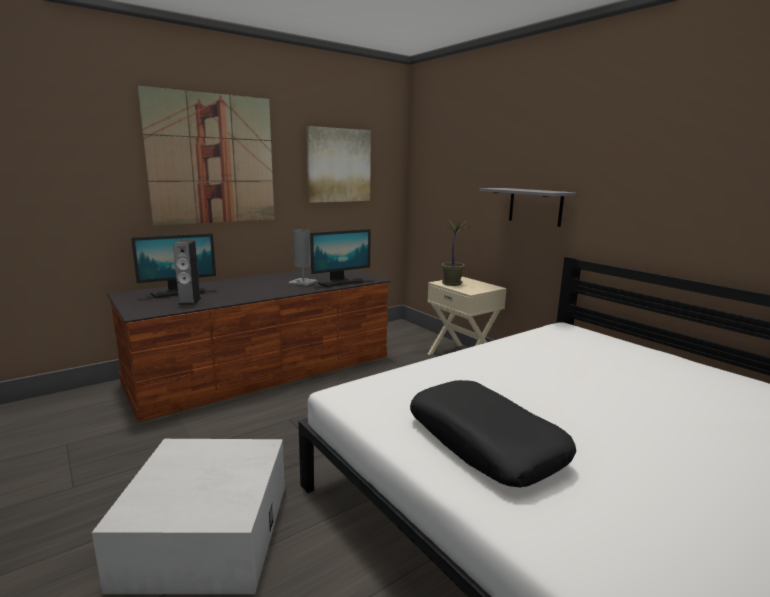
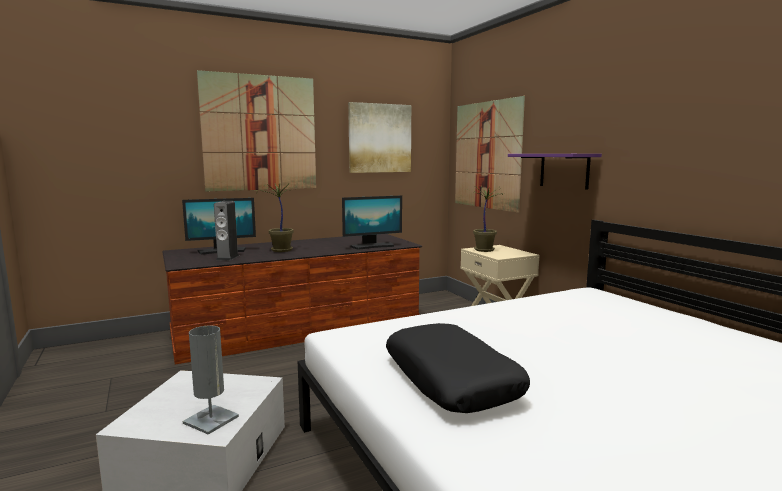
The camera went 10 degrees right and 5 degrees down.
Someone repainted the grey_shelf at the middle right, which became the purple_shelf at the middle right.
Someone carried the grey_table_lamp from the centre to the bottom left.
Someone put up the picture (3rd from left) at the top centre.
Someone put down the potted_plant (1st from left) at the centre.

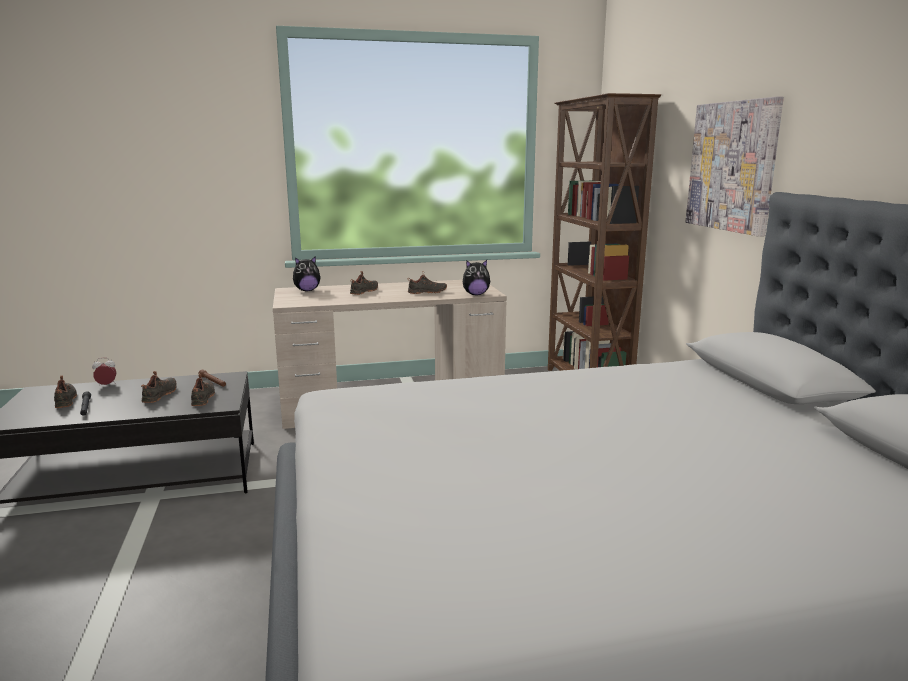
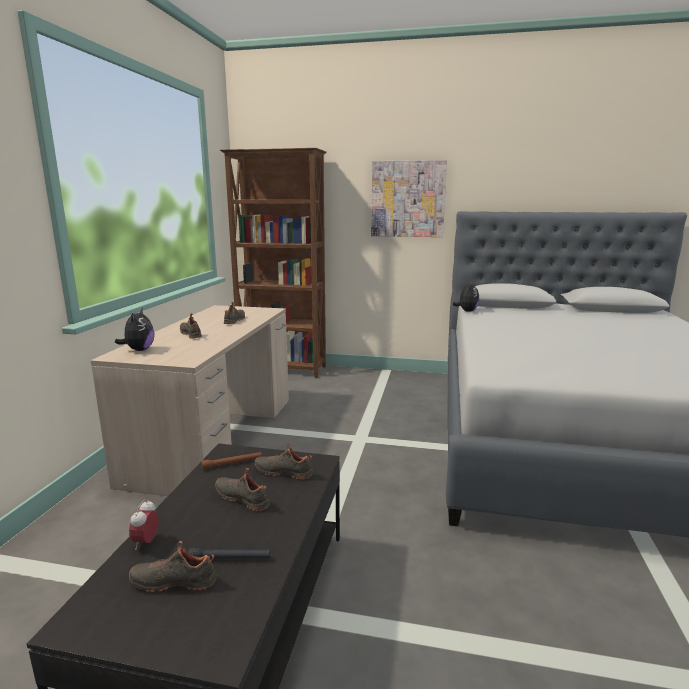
The camera went 65 degrees left and 0 degrees up.
Someone carried the plush_toy (2nd from left) from the centre to the middle right.

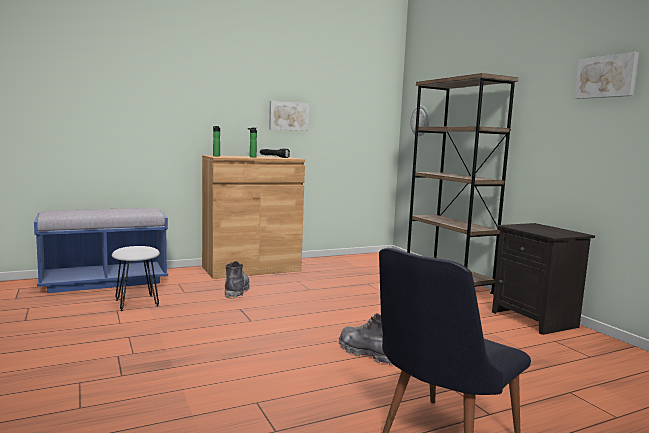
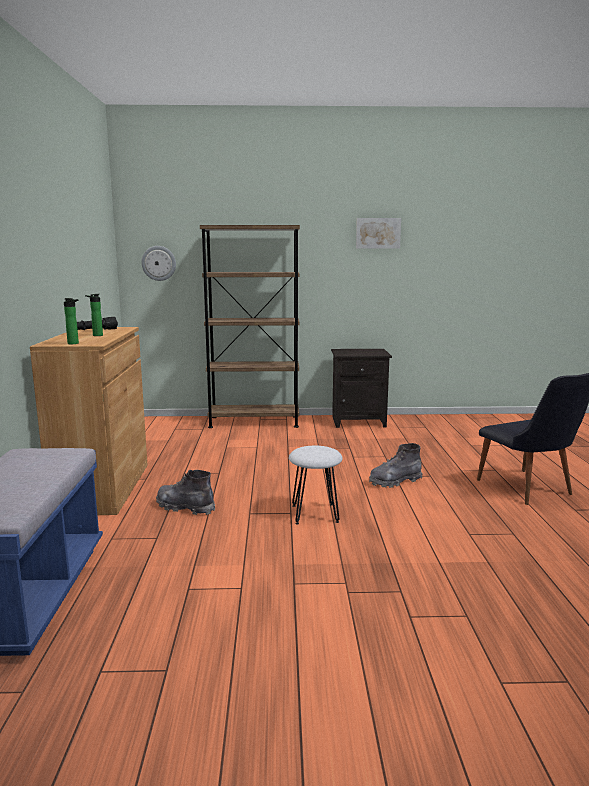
The camera went 65 degrees left and 5 degrees up.
Someone took away the picture (1st from left) at the top centre.
Someone carried the white_stool from the middle left to the centre.

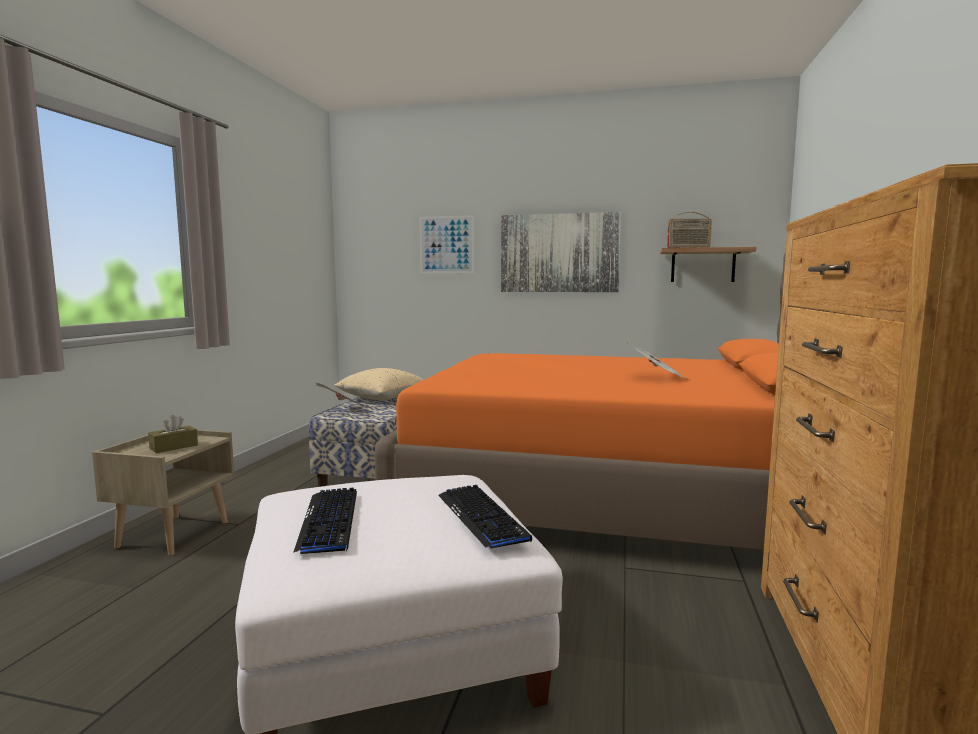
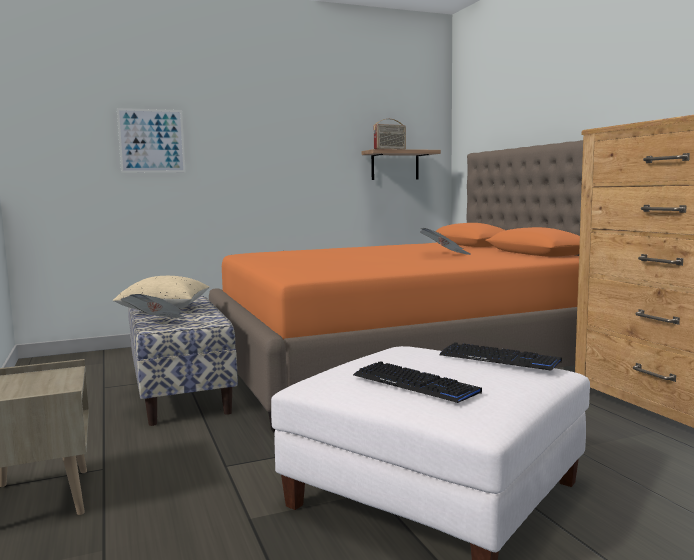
The camera went 35 degrees left and 0 degrees up.
Someone took away the picture (2nd from left) at the centre.
Someone took away the brown_tissue_box at the middle left.

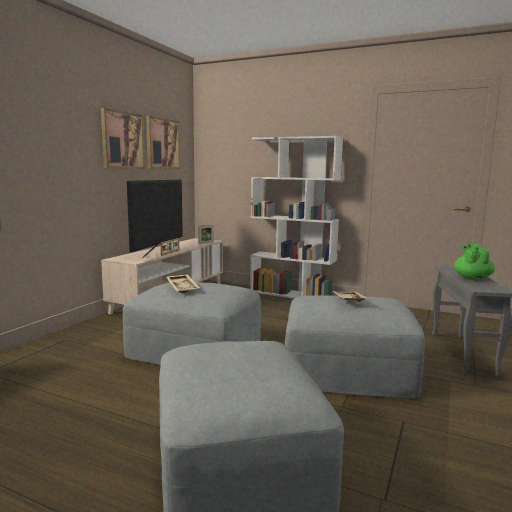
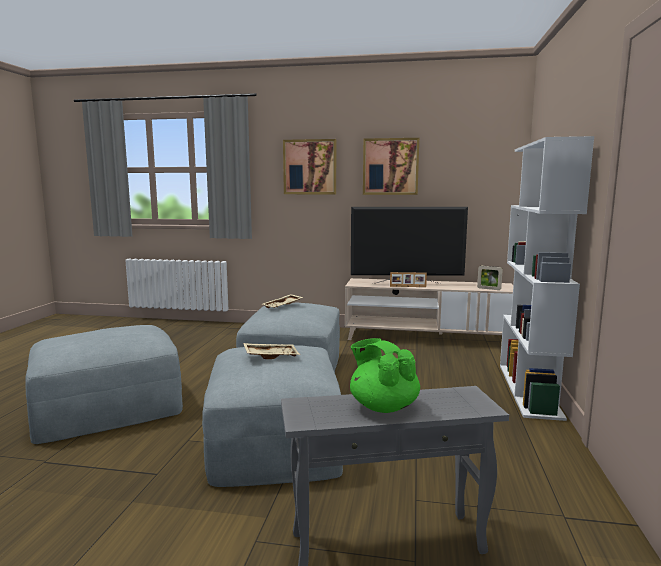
The camera went 75 degrees right and 0 degrees up.
Someone carried the picture (2nd from left in the first image) from the top left to the top centre.
Someone rotated the green_teapot at the middle right by 120 degrees counterclockwise.

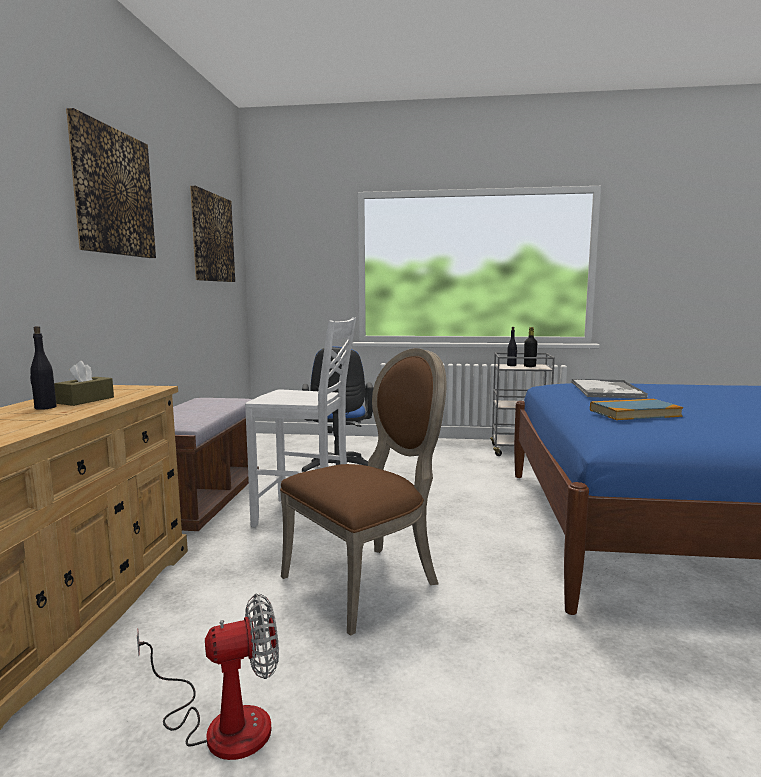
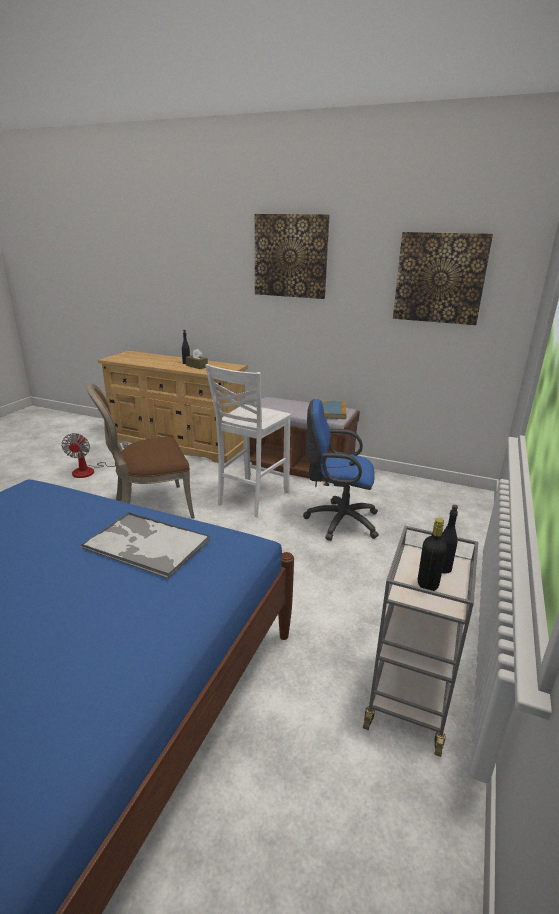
The camera went 105 degrees right and 15 degrees up.
Someone rotated the brown_chair at the centre by 90 degrees clockwise.
Someone carried the book from the middle right to the centre.

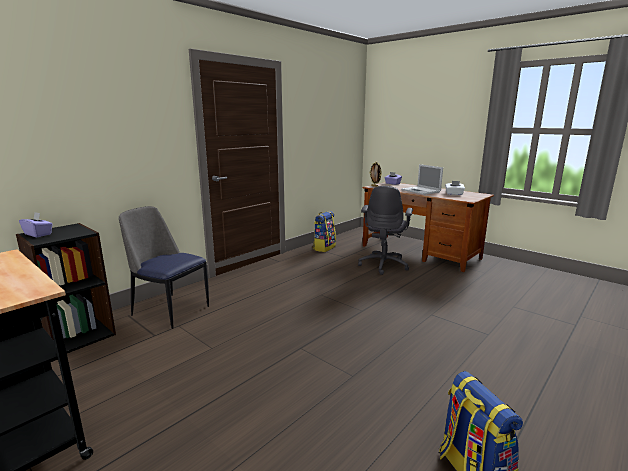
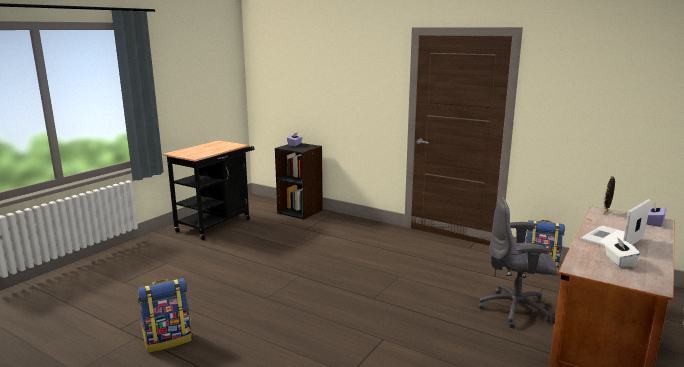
The camera went 80 degrees right and 0 degrees up.
Someone took away the chair at the middle left.

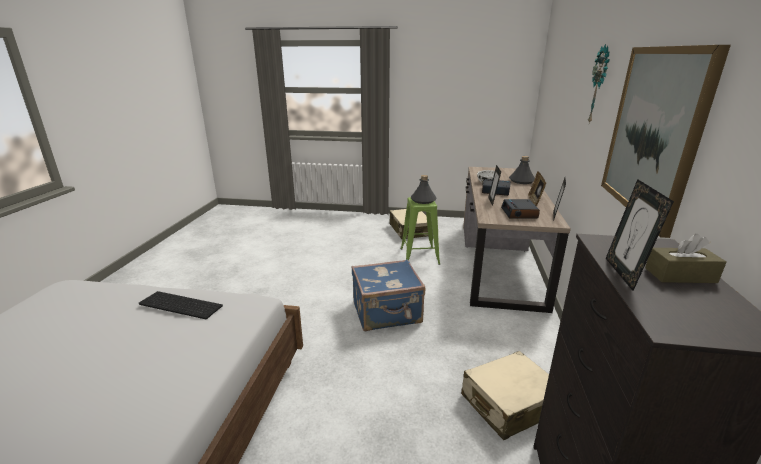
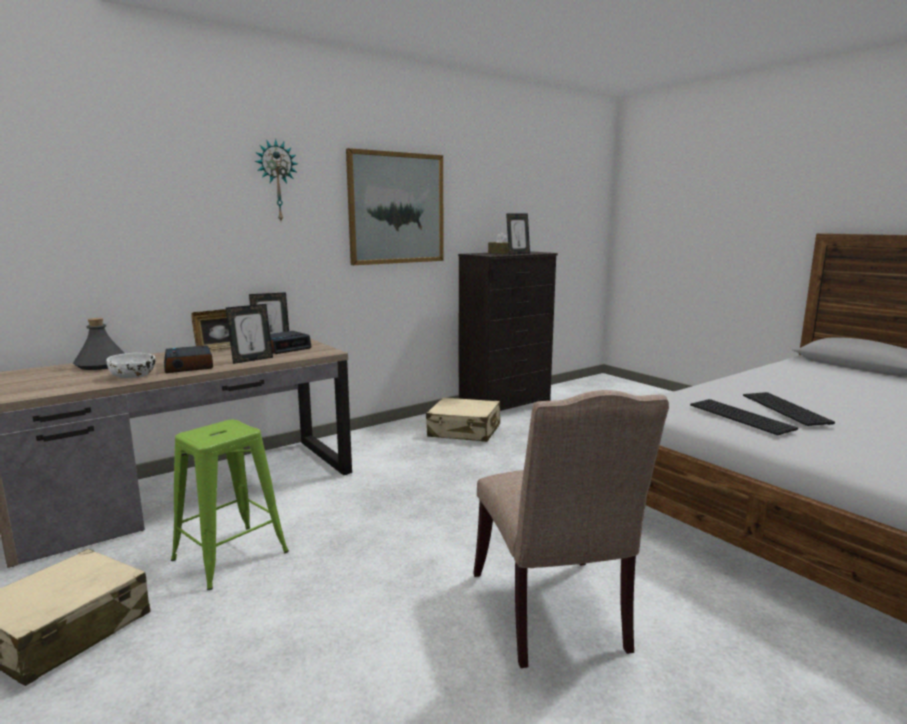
The camera went 135 degrees left and 10 degrees down.
Someone took away the grey_bottle (1st from left) at the centre.
Someone took away the blue_suitcase at the centre.
Someone put down the beige_chair at the bottom centre.
Someone put down the keyboard (2nd from left) at the middle right.

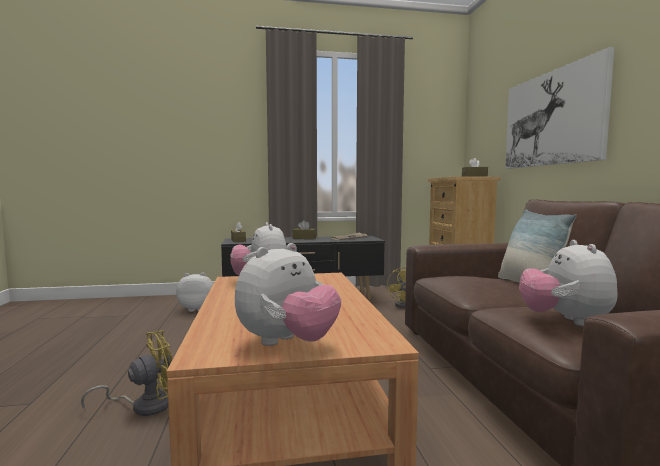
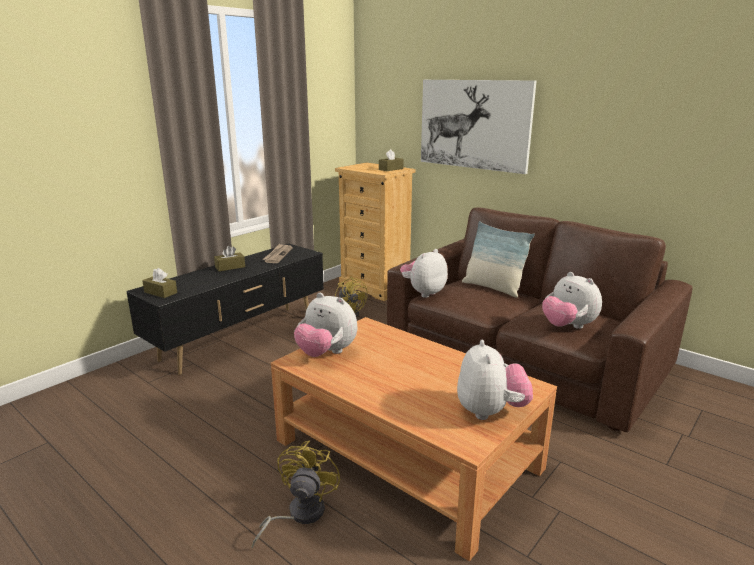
The camera went 40 degrees left and 15 degrees up.
Someone carried the plush_toy (1st from left in the first image) from the middle left to the centre.

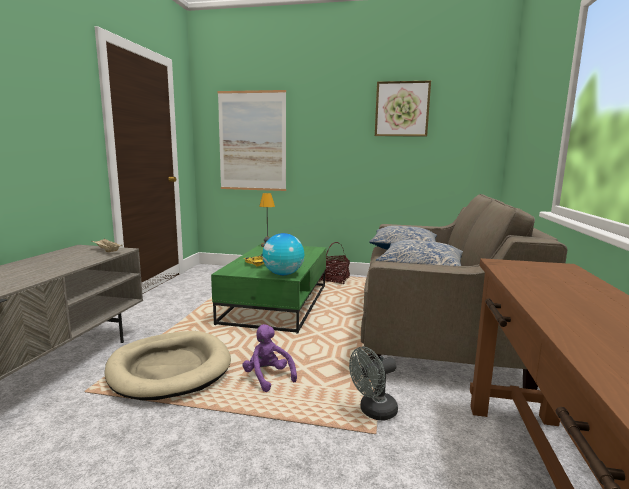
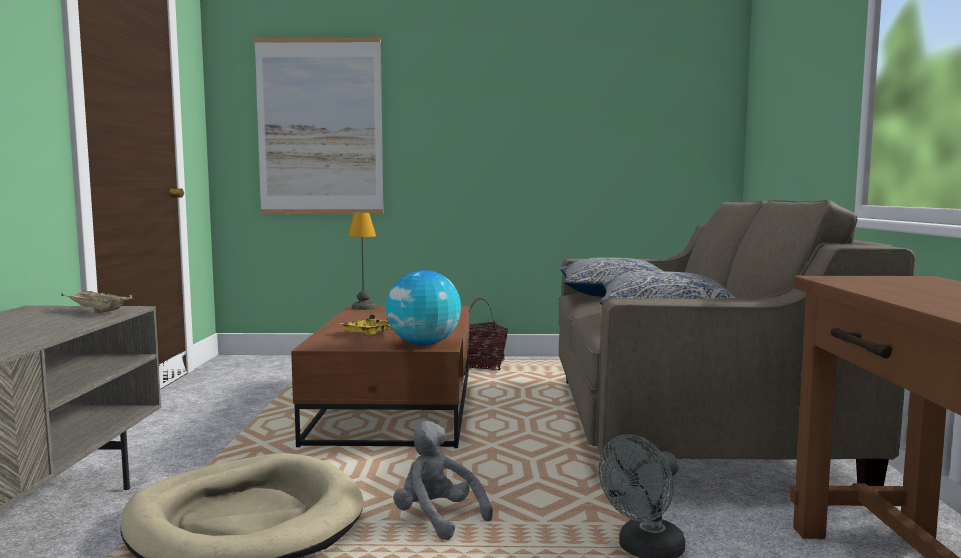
The camera went 10 degrees left and 5 degrees down.
Someone took away the picture (2nd from left) at the top centre.
Someone repainted the green_coffee_table at the centre, which became the brown_coffee_table at the bottom centre.
Someone repainted the purple_plush_toy at the bottom centre, which became the grey_plush_toy at the bottom centre.

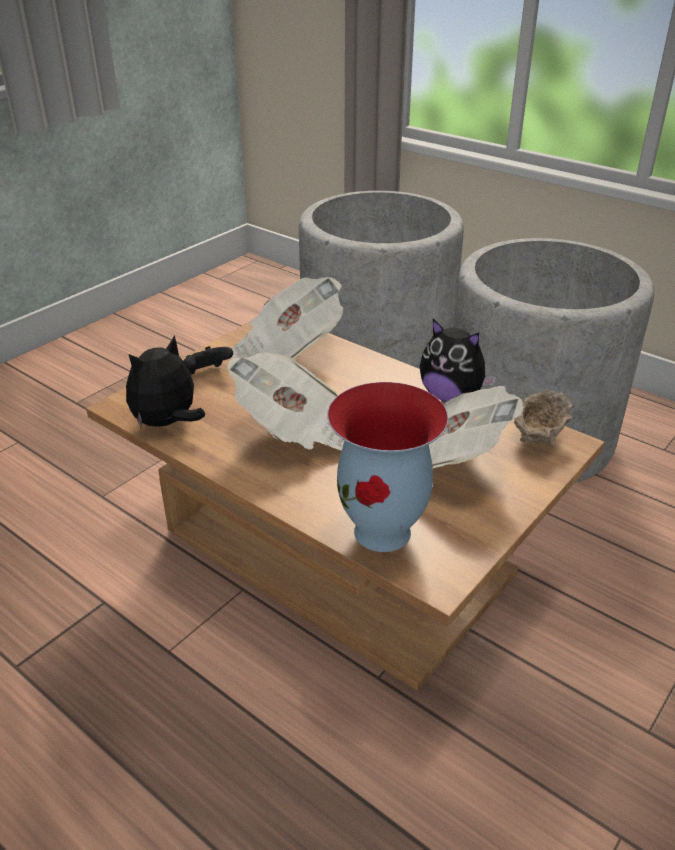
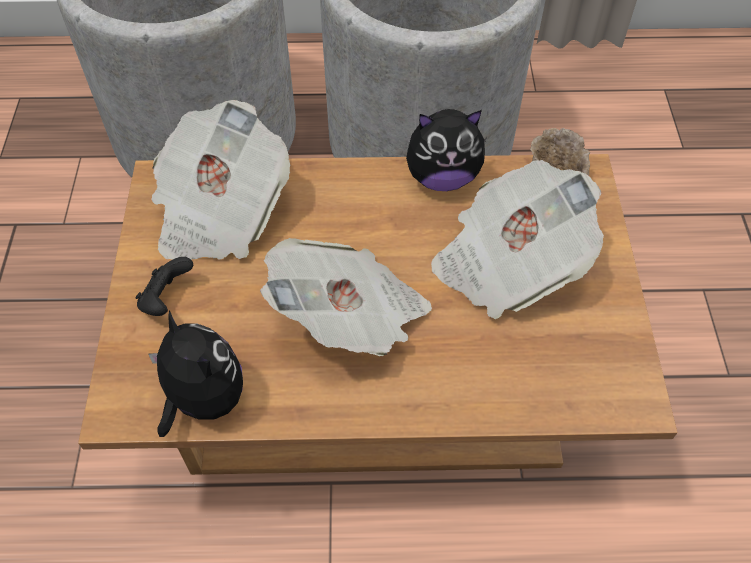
The camera went 40 degrees left and 20 degrees up.
Someone rotated the plush_toy (1st from left) at the middle left by 135 degrees clockwise.
Someone took away the vase at the centre.

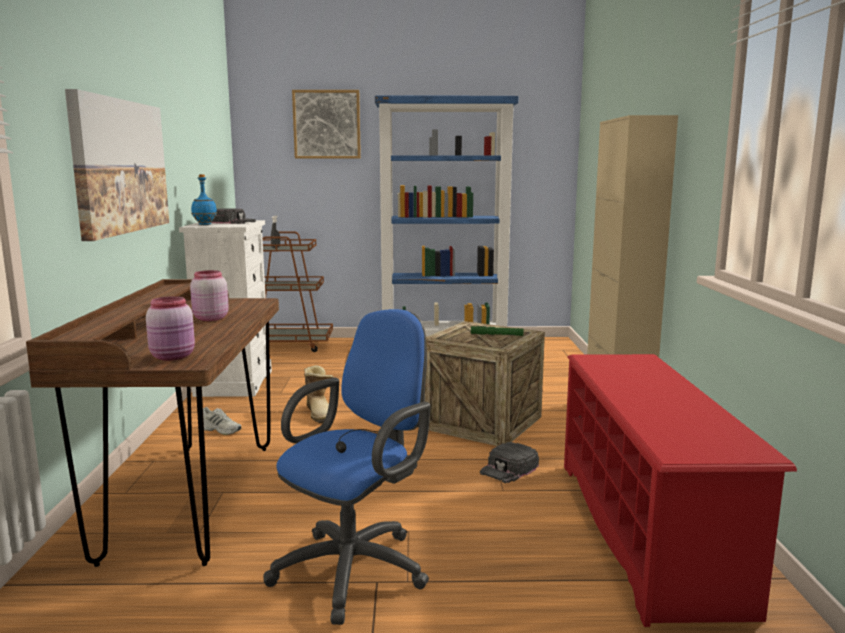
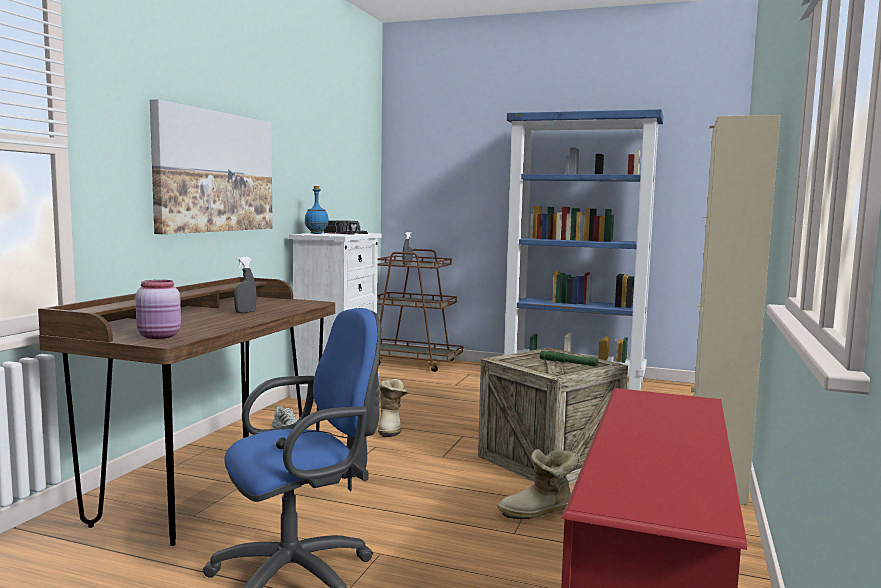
The camera went 20 degrees right and 5 degrees down.
Someone took away the picture (2nd from left) at the top centre.
Someone swapped the pink_jar (2nd from left) at the middle left for the grey_spray_bottle (1st from left) at the middle left.
Someone swapped the black_cap (2nd from left) at the bottom centre for the boot (2nd from left) at the bottom centre.

